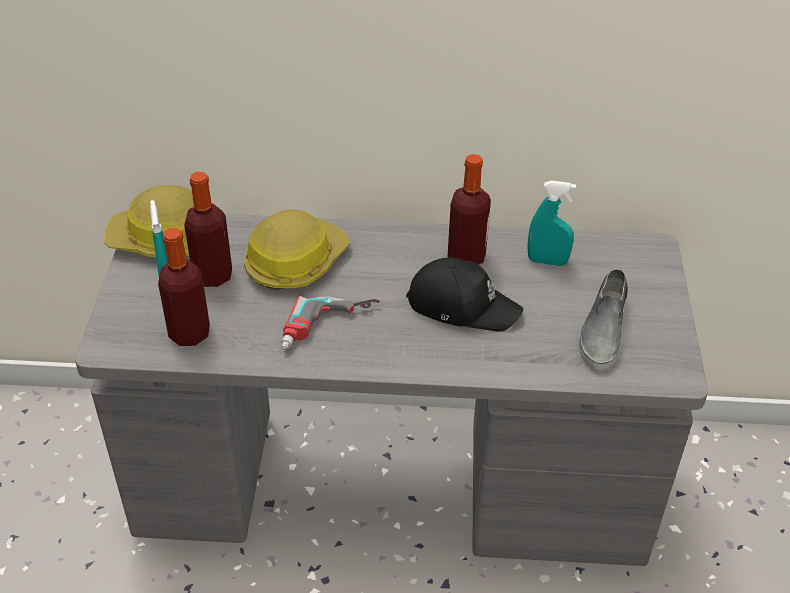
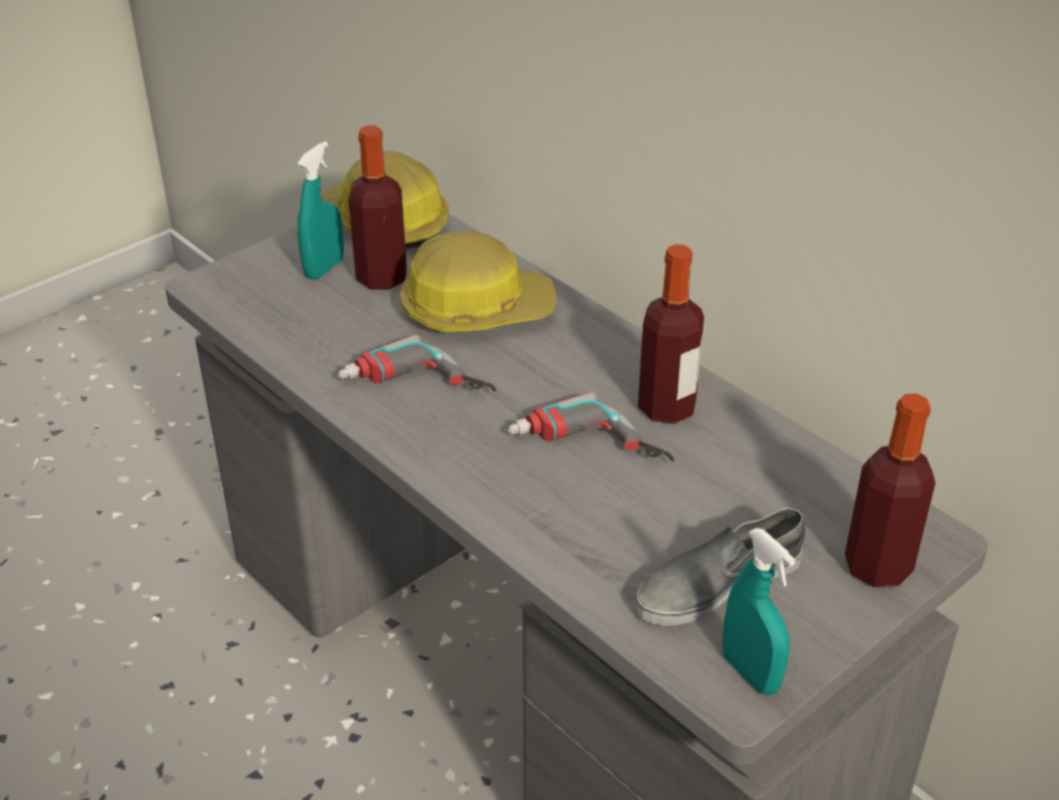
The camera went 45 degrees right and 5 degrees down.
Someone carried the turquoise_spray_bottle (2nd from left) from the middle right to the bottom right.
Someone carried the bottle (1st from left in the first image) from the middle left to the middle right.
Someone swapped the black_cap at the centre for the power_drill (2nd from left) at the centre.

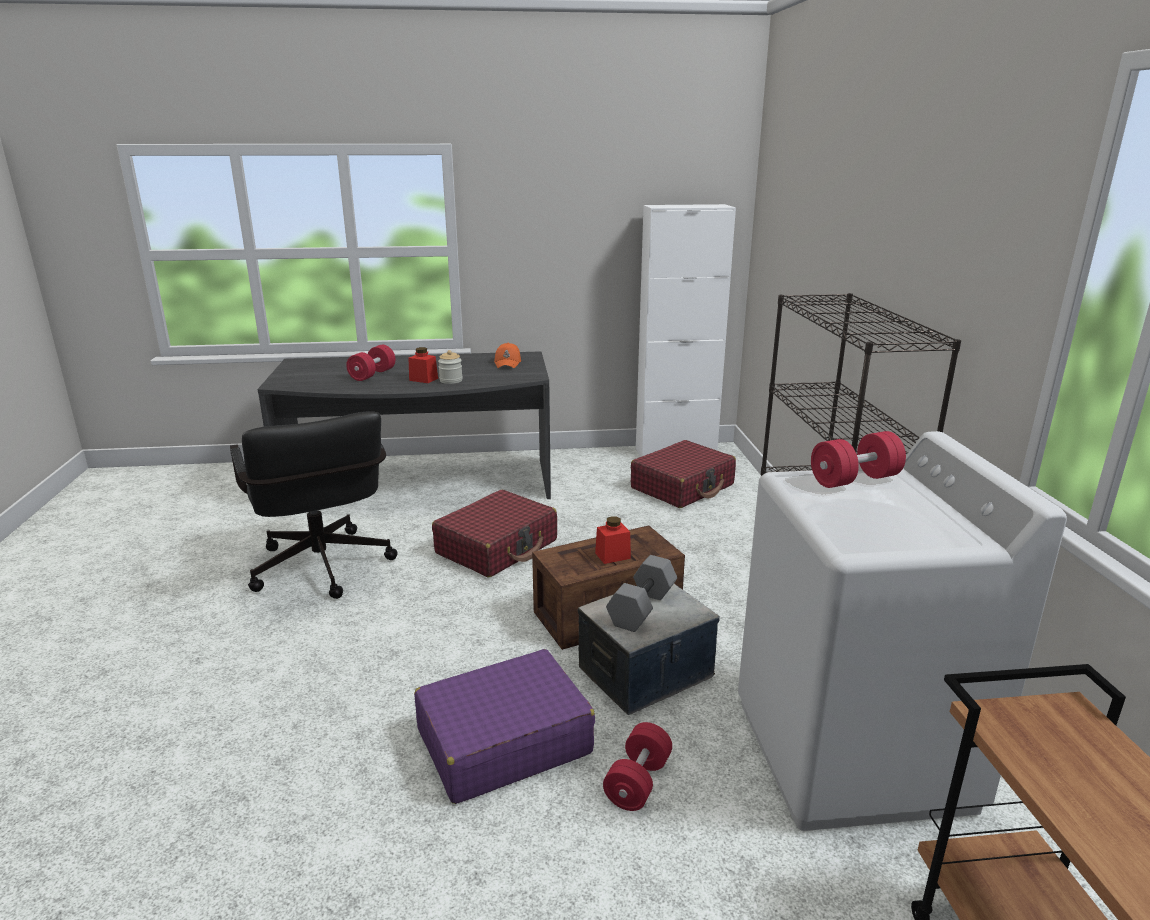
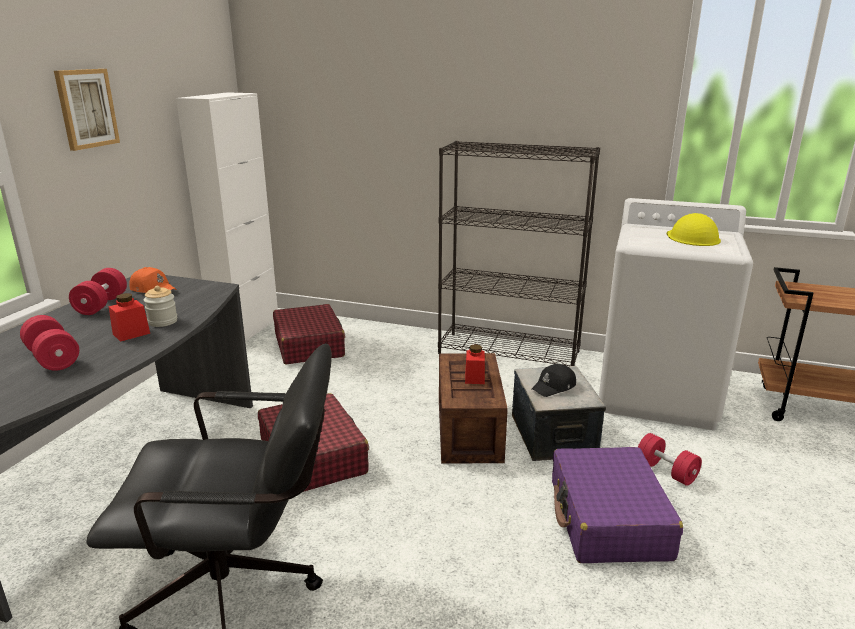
The camera went 65 degrees left and 0 degrees up.
Someone carried the red_dumbbell (3rd from left in the first image) from the middle right to the middle left.
Someone swapped the grey_dumbbell at the centre for the black_cap at the centre.
Someone put up the picture at the top left.
Someone put down the yellow_hard_hat at the middle right.

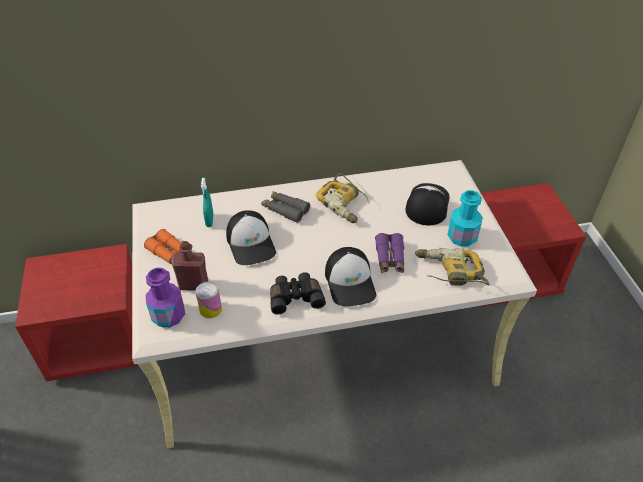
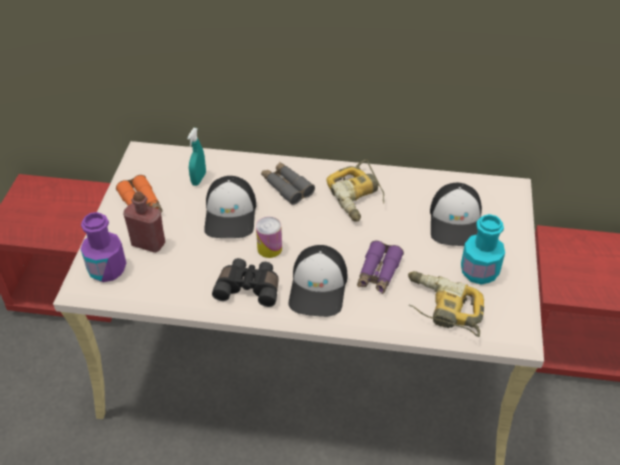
The camera went 20 degrees right and 0 degrees up.
Someone rotated the cap (3rd from left) at the centre by 150 degrees clockwise.
Someone carried the can from the middle left to the centre.

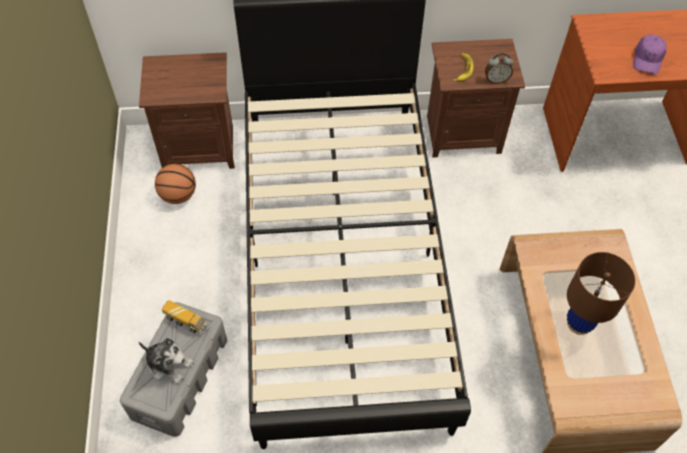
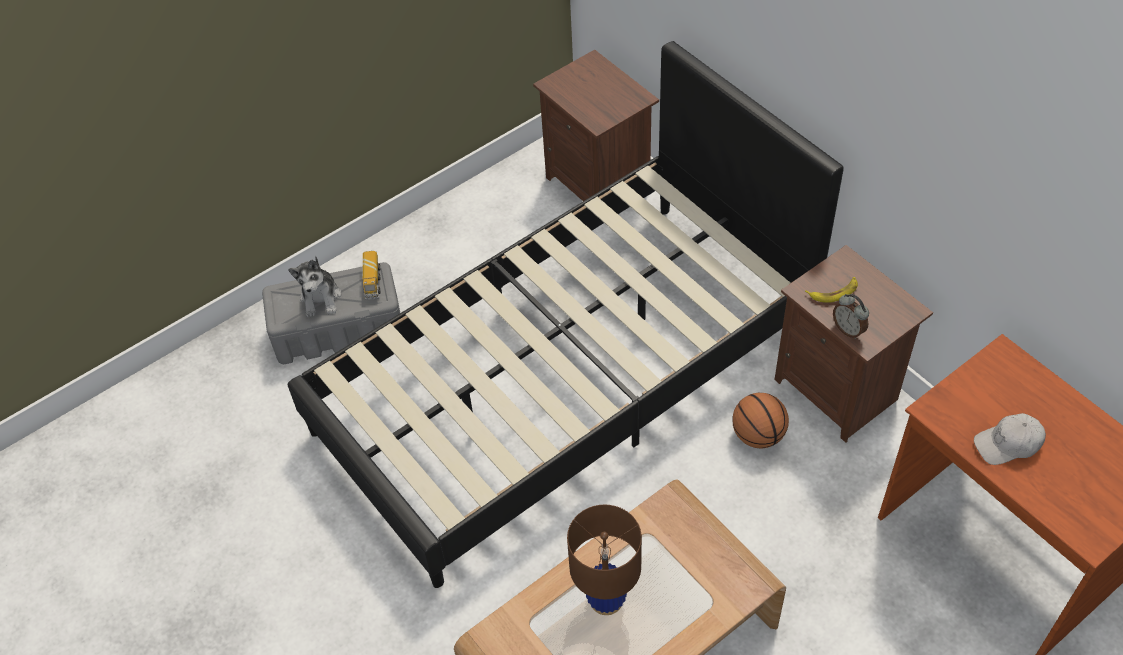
The camera went 60 degrees right and 5 degrees down.
Someone repainted the purple_cap at the top right, which became the white_cap at the bottom right.
Someone carried the basketball from the middle left to the middle right.

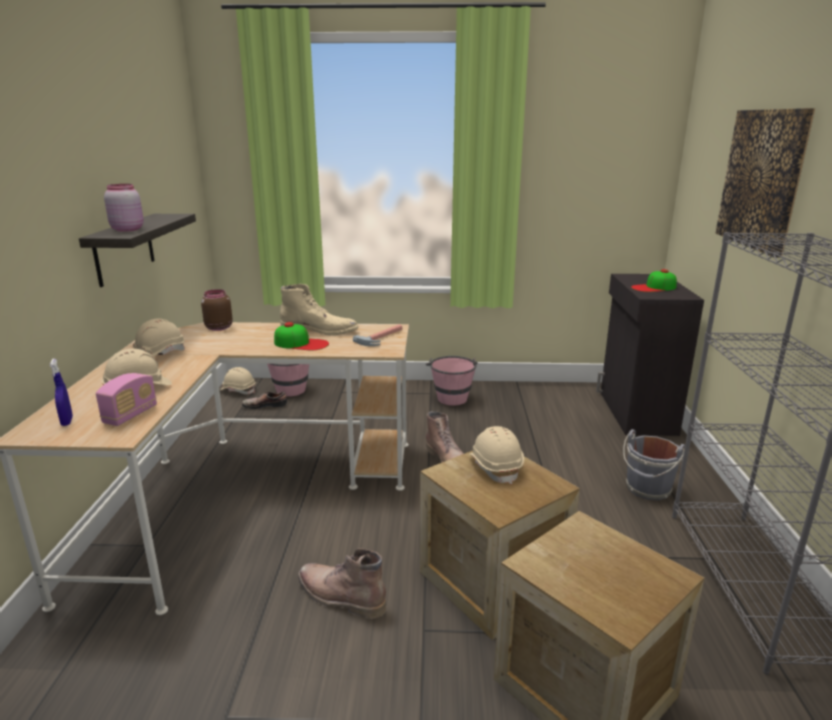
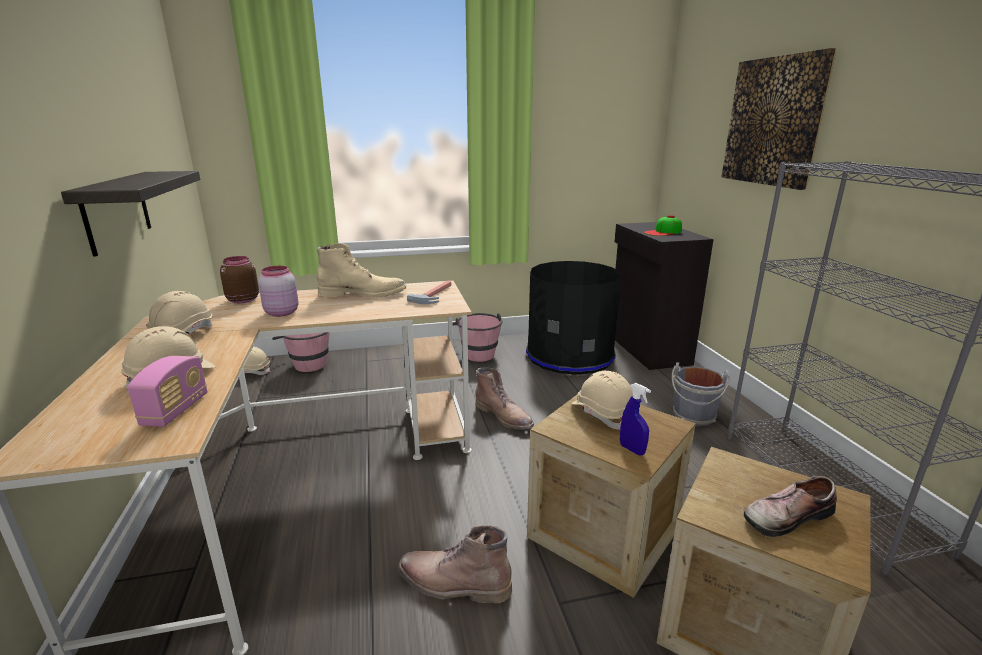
The camera went 15 degrees left and 0 degrees up.
Someone carried the pink_jar from the top left to the middle left.
Someone took away the cap (1st from left) at the centre.
Someone carried the blue_spray_bottle from the middle left to the centre.
Someone carried the shoe from the middle left to the bottom right.
Someone put down the black_trash_can at the centre.

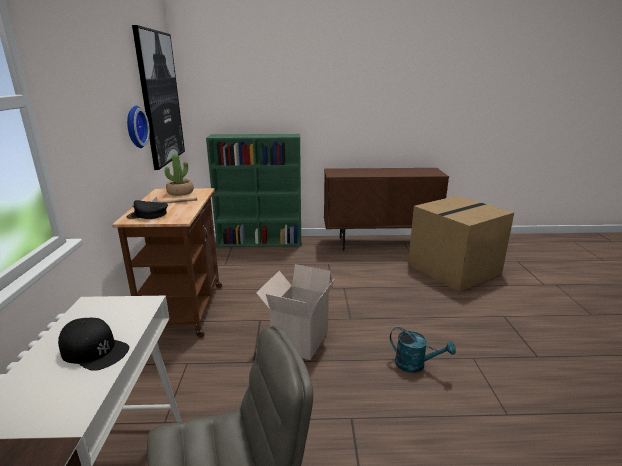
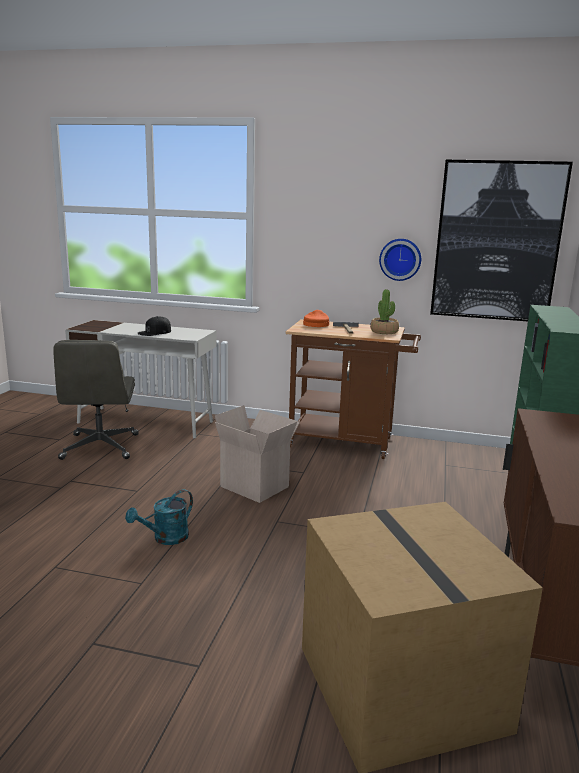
The camera went 105 degrees right and 5 degrees down.
Someone repainted the black_cap (2nd from left) at the middle left, which became the orange_cap at the centre.

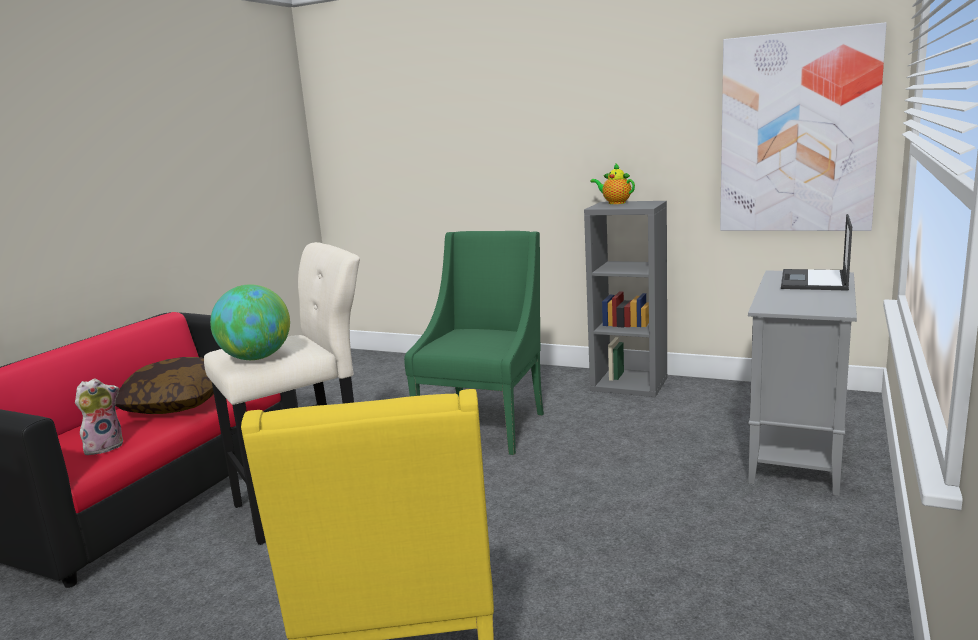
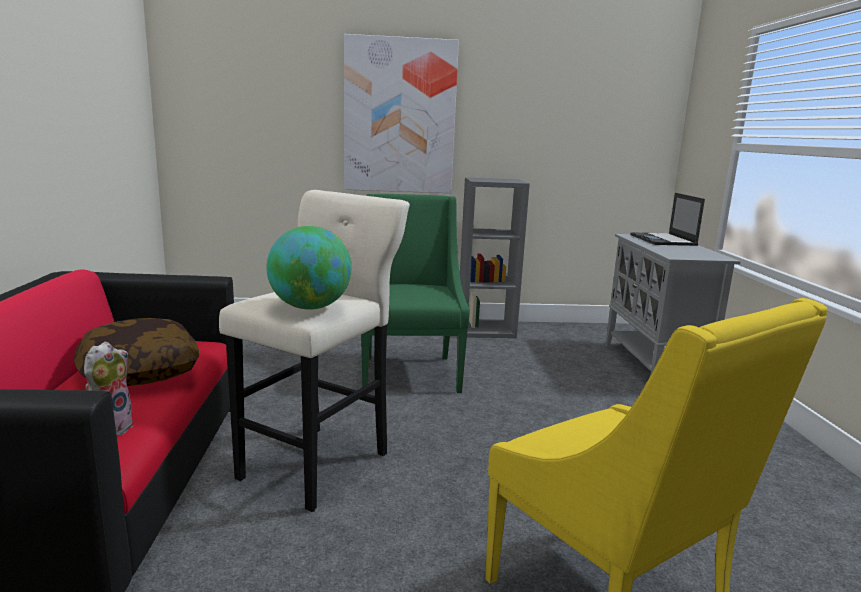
The camera went 30 degrees left and 0 degrees up.
Someone carried the picture from the top right to the top centre.
Someone took away the teapot at the top centre.

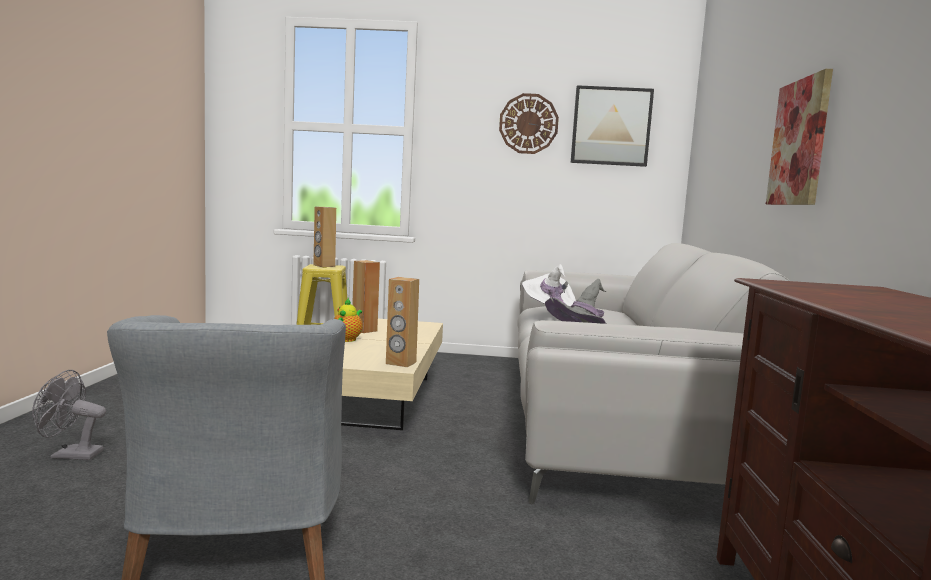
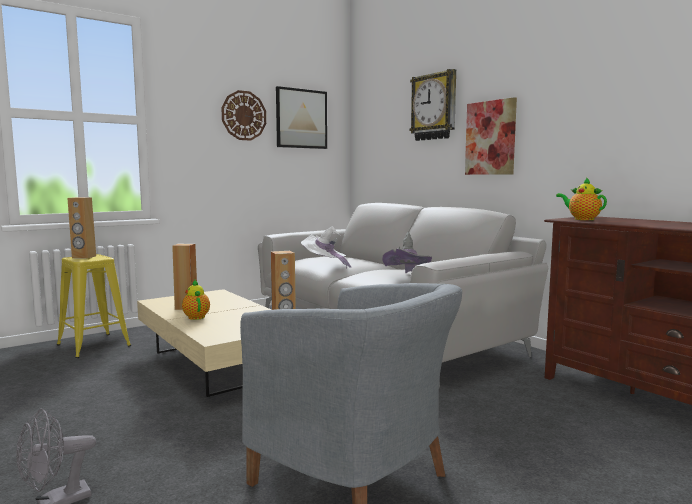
The camera went 40 degrees left and 0 degrees up.
Someone put up the wall_clock (2nd from left) at the top centre.
Someone put down the teapot (2nd from left) at the middle right.

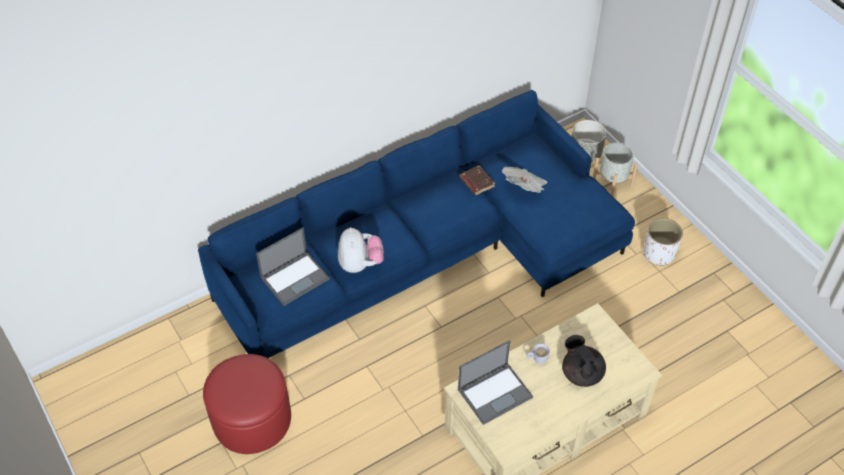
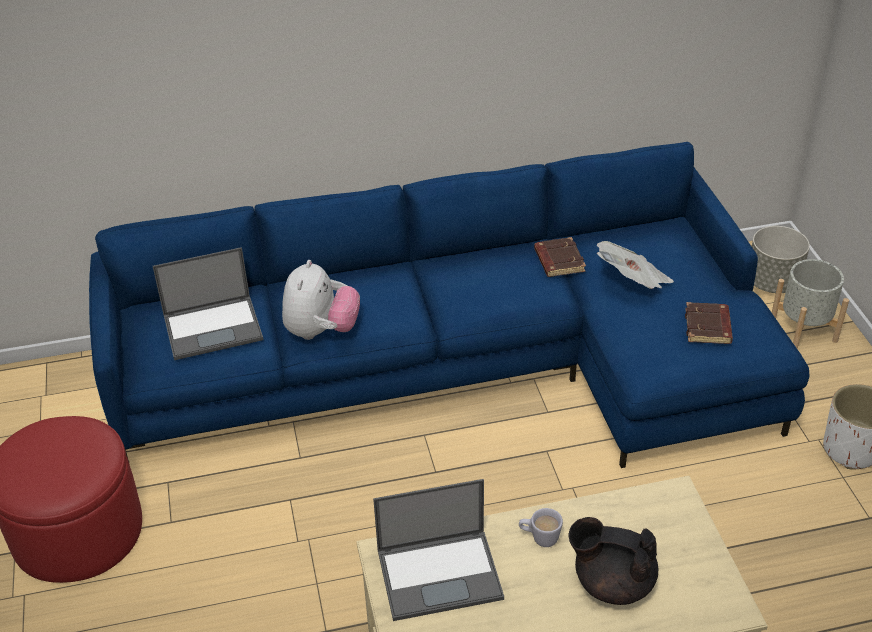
The camera went 20 degrees right and 10 degrees down.
Someone rotated the black_teapot at the bottom right by 60 degrees counterclockwise.
Someone put down the brown_book (2nd from left) at the middle right.

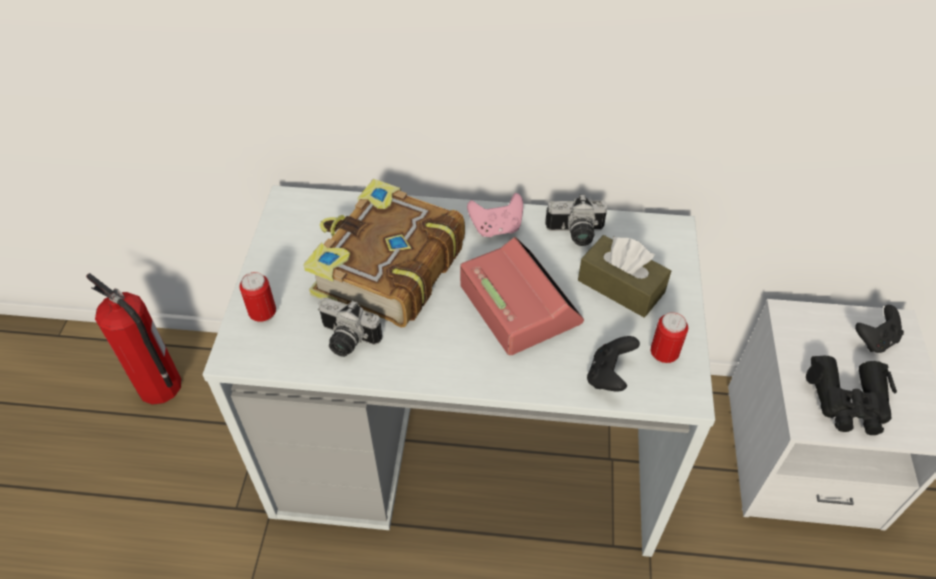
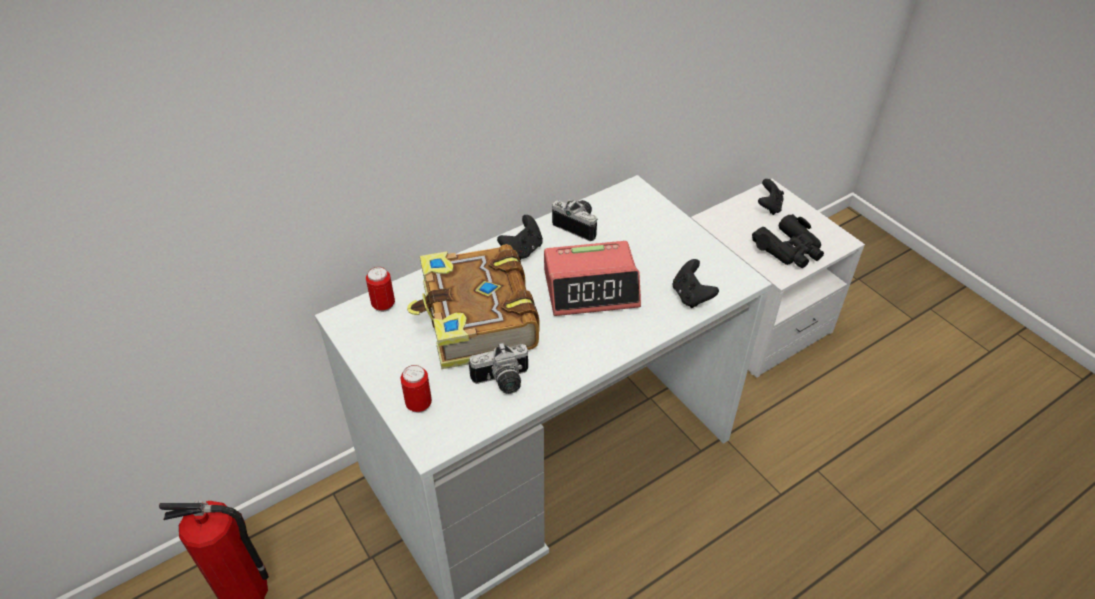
The camera went 40 degrees left and 5 degrees down.
Someone repainted the pink_game_controller at the centre, which became the black_game_controller (1st from left) at the centre.
Someone rotated the photo_camera (2nd from left) at the centre by 105 degrees counterclockwise.
Someone took away the brown_tissue_box at the middle right.
Someone rotated the alarm_clock at the centre by 150 degrees clockwise.
Someone carried the can (2nd from left in the first image) from the middle right to the centre.

